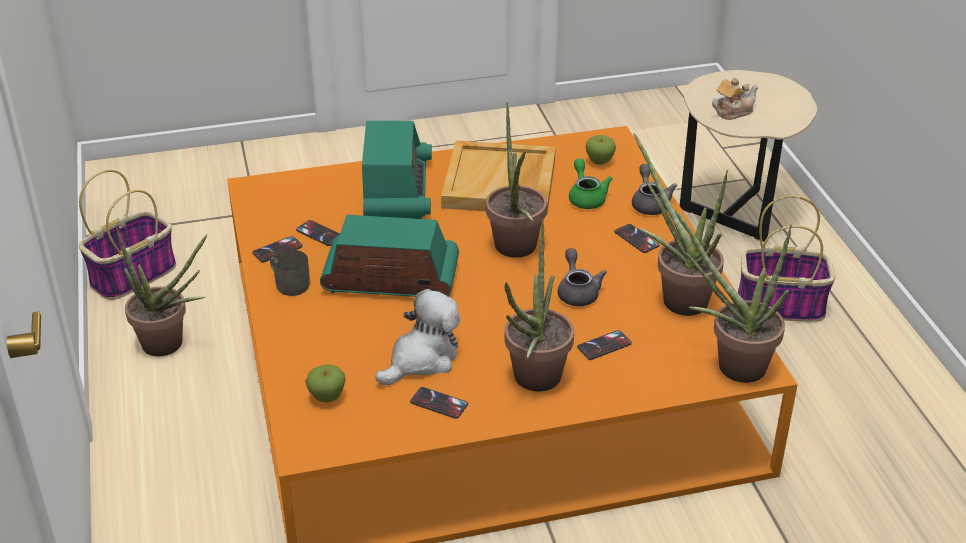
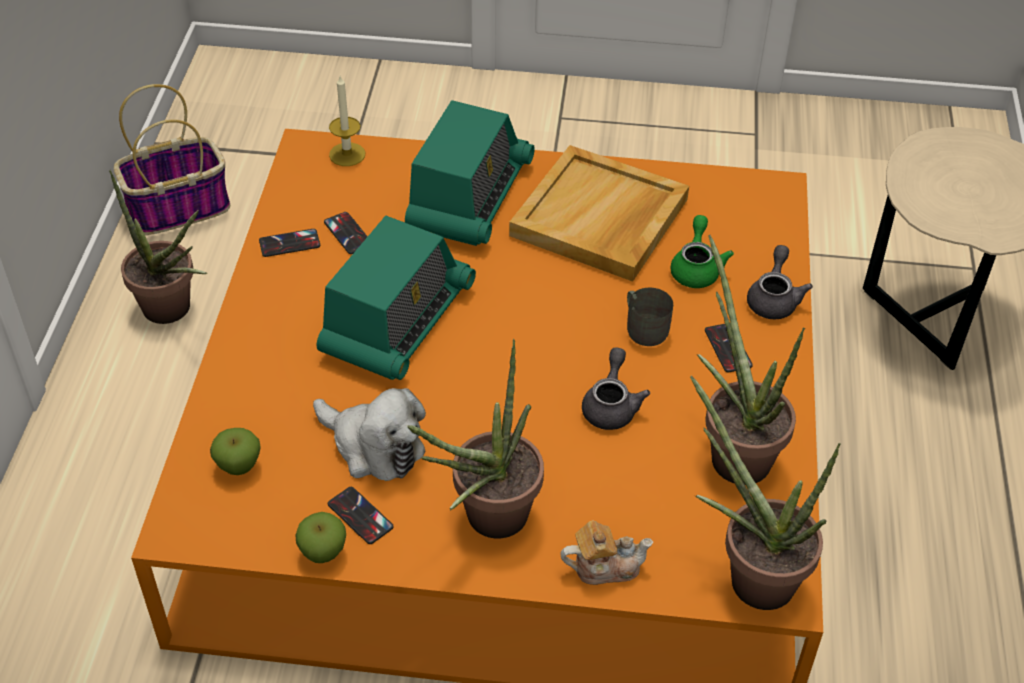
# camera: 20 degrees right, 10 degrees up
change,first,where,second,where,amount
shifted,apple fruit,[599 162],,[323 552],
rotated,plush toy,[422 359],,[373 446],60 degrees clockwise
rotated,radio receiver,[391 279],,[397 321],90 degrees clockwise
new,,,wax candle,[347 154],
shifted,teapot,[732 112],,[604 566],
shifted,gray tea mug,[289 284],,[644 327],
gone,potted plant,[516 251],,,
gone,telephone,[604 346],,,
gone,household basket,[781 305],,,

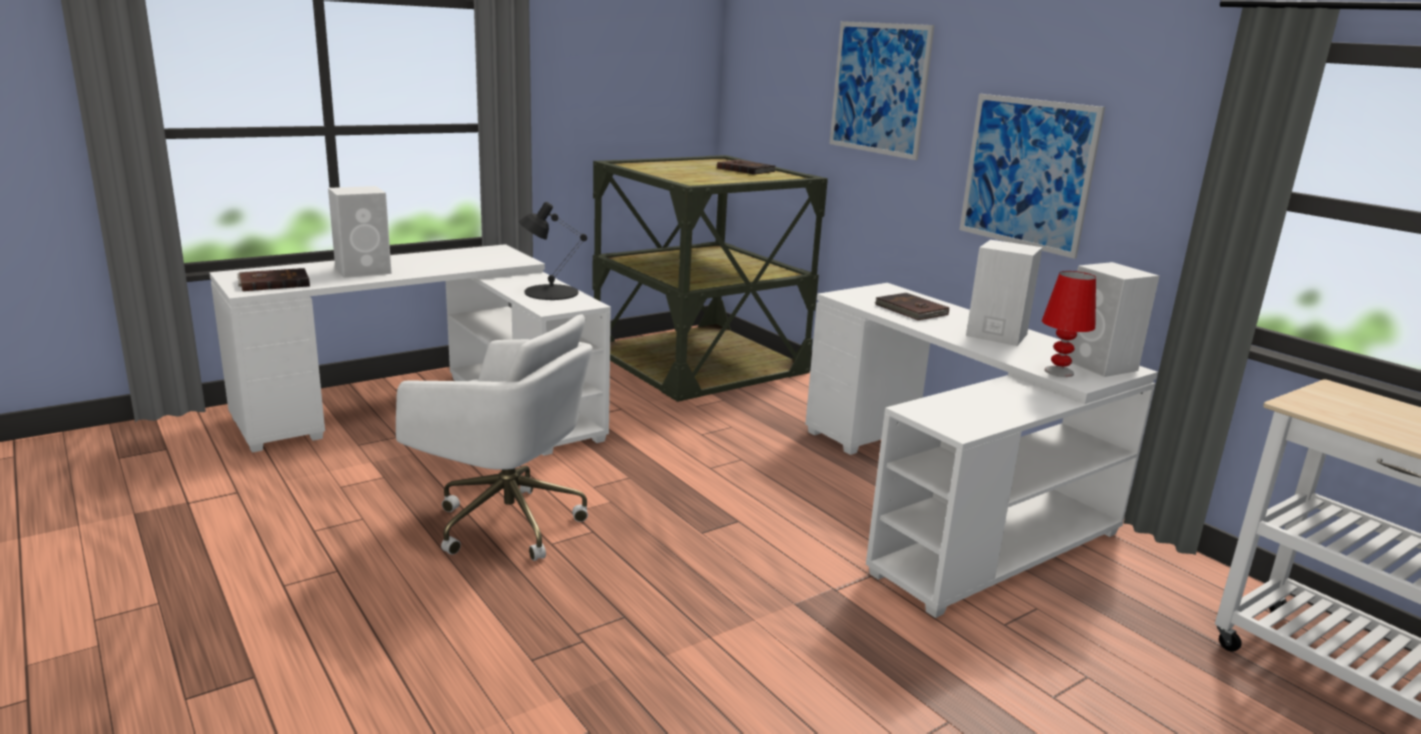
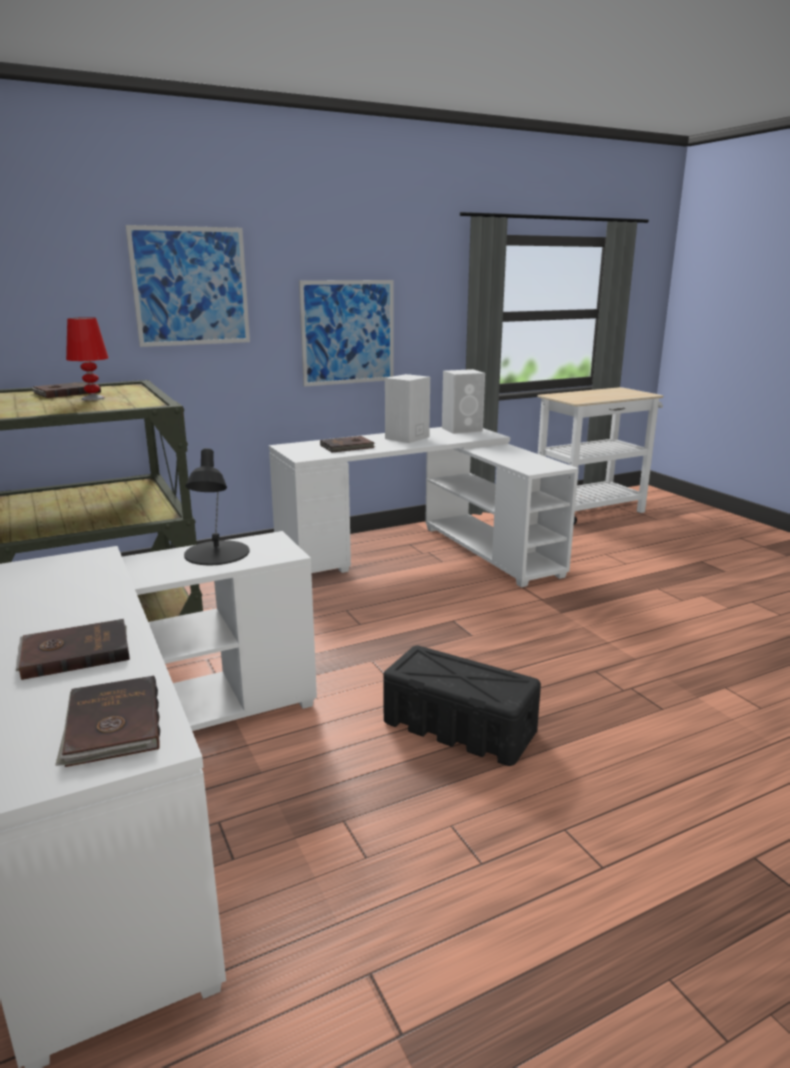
# camera: 80 degrees left, 0 degrees up
change,first,where,second,where,amount
swapped,whitish loudspeaker,[364 270],brown volume,[75 652],
shifted,red tabletop lamp,[1059 372],,[93 398],
swapped,whitish computer chair,[503 523],black-coloured storage box,[460 727],

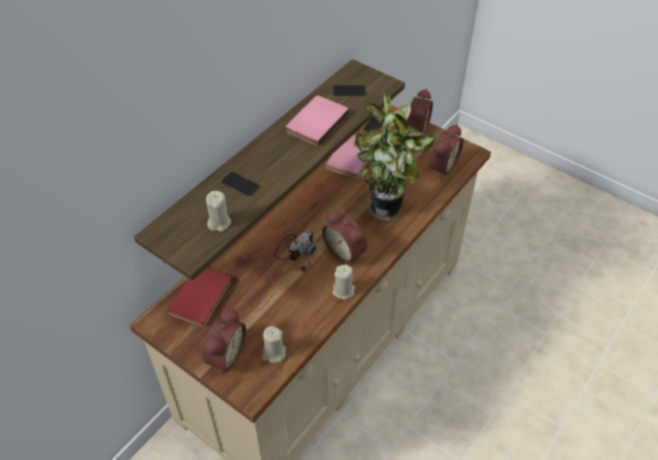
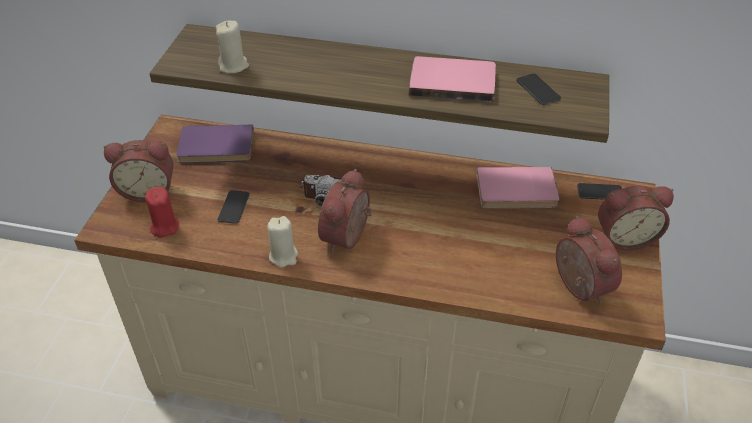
# camera: 65 degrees right, 5 degrees down
change,first,where,second,where,amount
repainted,sand-coloured wax candle,[274 353],red wax candle,[164 227],
repainted,red volume,[202 298],purple volume,[216 148],
shifted,telephone,[240 184],,[234 207],
rotated,bedside clock,[441 166],,[577 287],120 degrees counterclockwise
gone,potted plant,[389 211],,,

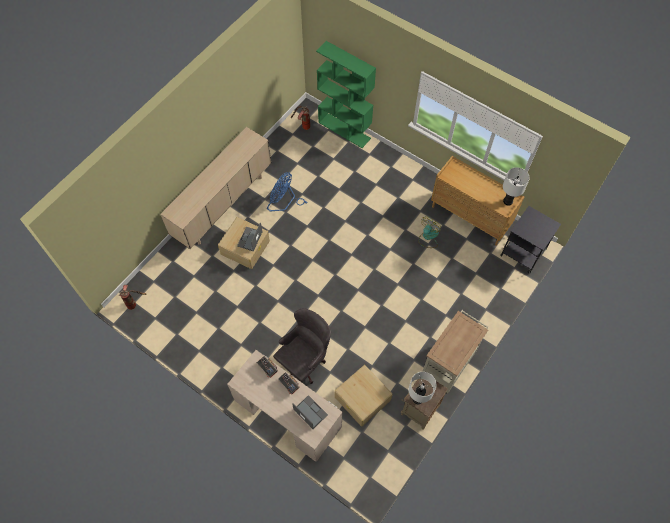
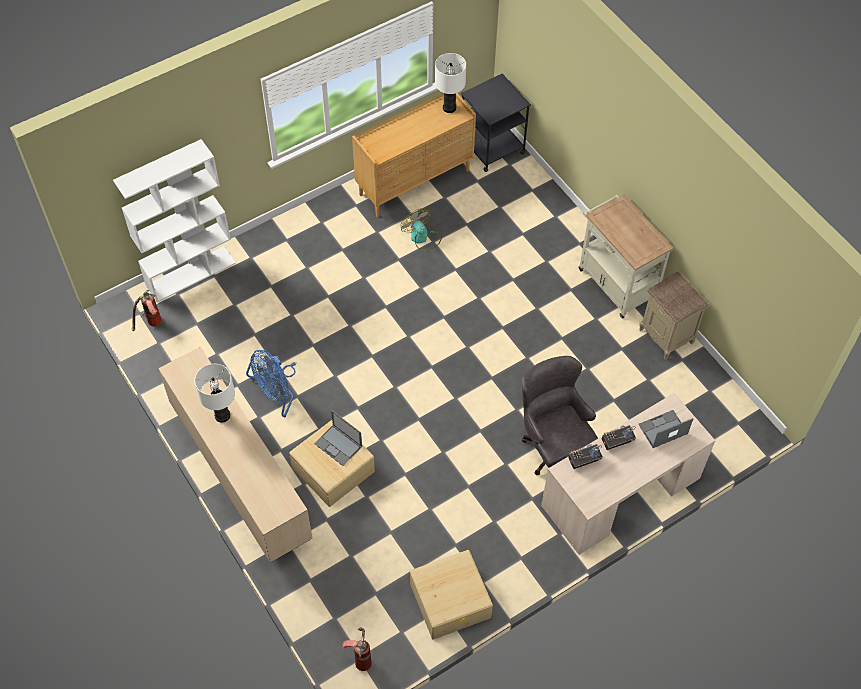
# camera: 70 degrees left, 5 degrees down
change,first,where,second,where,amount
repainted,green-coloured bookcase,[344 130],whitish bookcase,[191 273],
shifted,whitish tabletop lamp,[418 399],,[222 415],
shifted,sand-coloured storage box,[362 399],,[451 600],

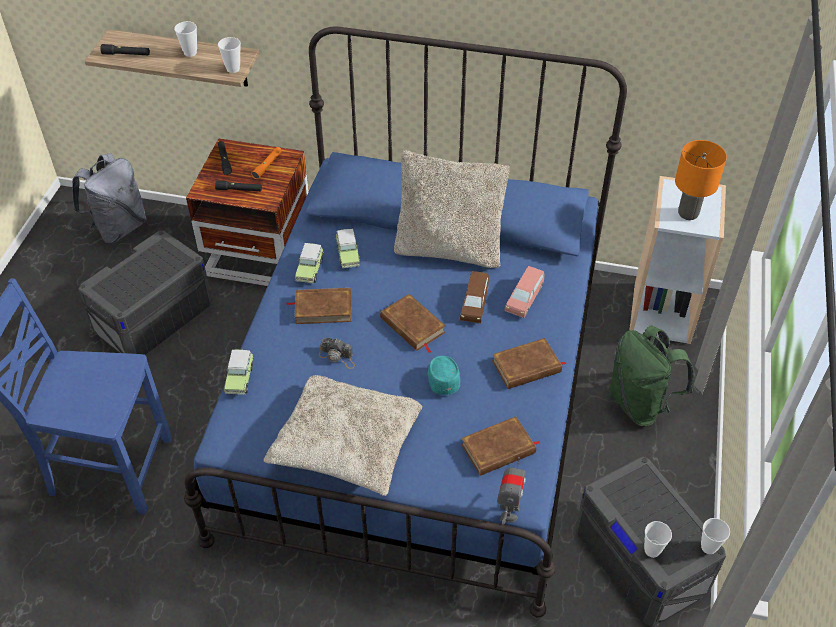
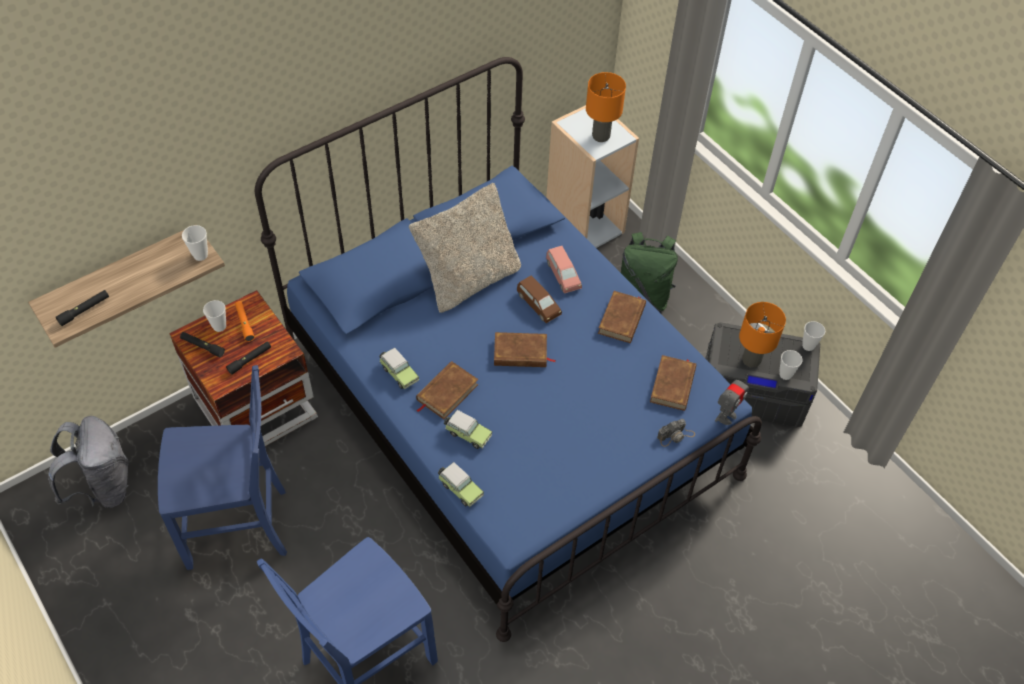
# camera: 50 degrees left, 5 degrees up
change,first,where,second,where,amount
swapped,gray storage box,[154 316],blue upright chair,[240 527],
shifted,small cup,[190 53],,[219 326],
shifted,toy car,[348 255],,[467 434],
shifted,photo camera,[338 357],,[675 436],
rotated,robot figure,[508 511],,[726 416],75 degrees clockwise
new,,,orange-coloured tabletop lamp,[751 360],
gone,sand-coloured throw pillow,[347 444],,,
gone,turquoise peaked cap,[442 378],,,

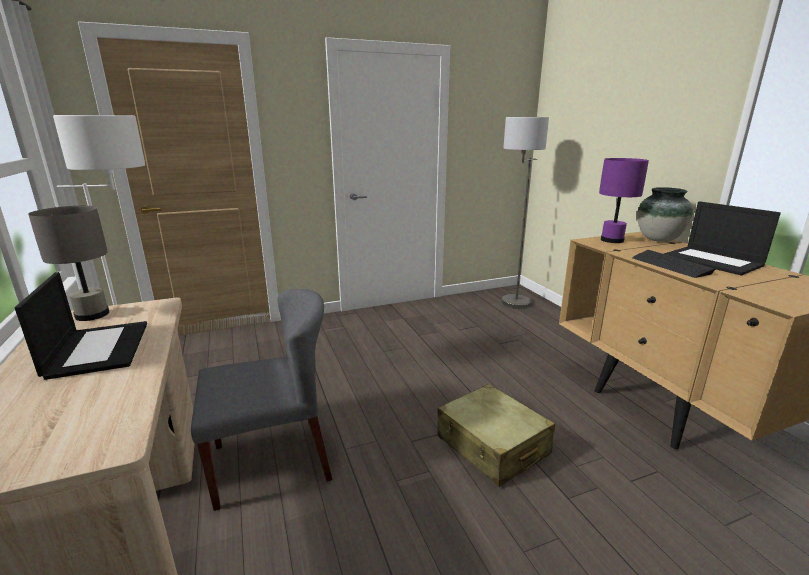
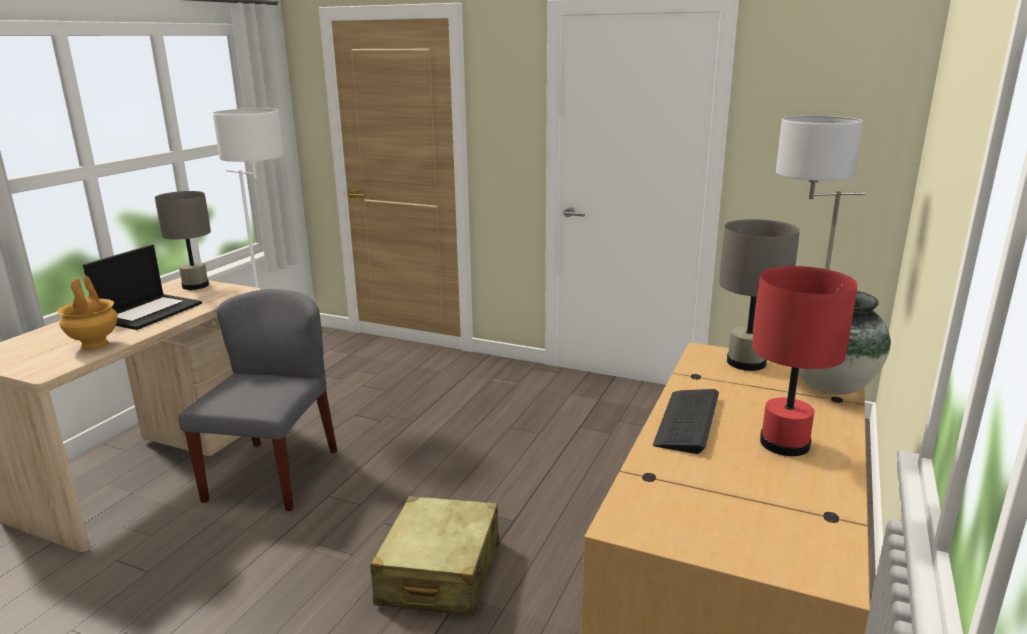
# camera: 45 degrees right, 0 degrees up
change,first,where,second,where,amount
new,,,brown flower vase,[94 345],
rotated,gray upright chair,[272 461],,[272 474],105 degrees counterclockwise
repainted,purple tabletop lamp,[612 240],gray tabletop lamp,[747 362],
swapped,portable computer,[713 261],red tabletop lamp,[785 444],

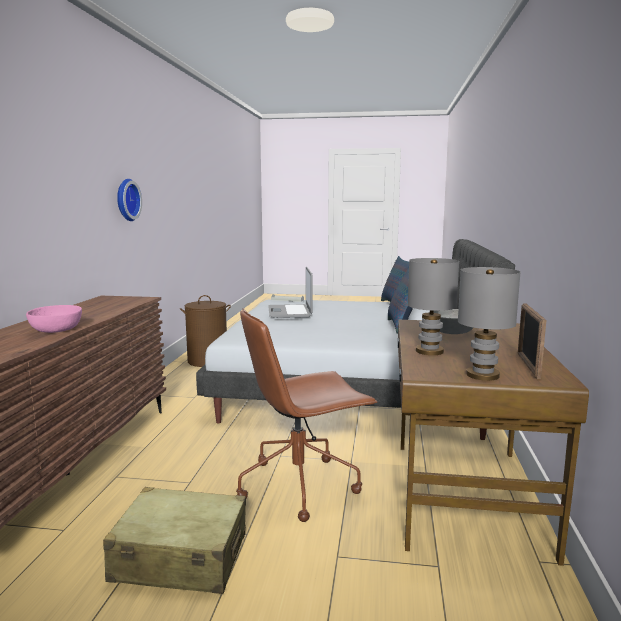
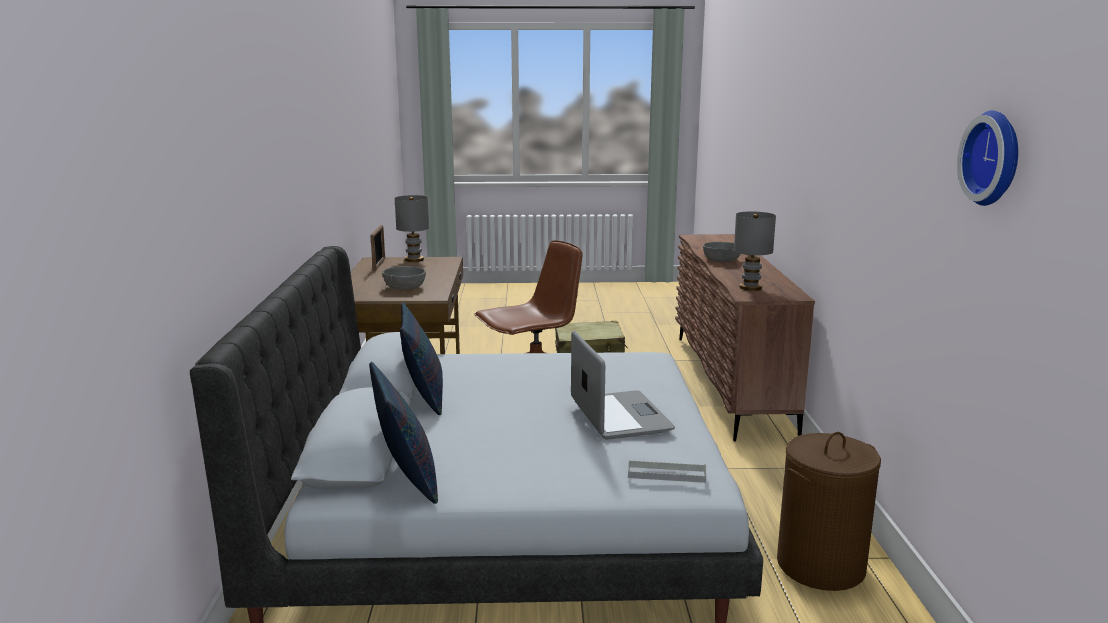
# camera: 170 degrees right, 5 degrees up
change,first,where,second,where,amount
repainted,pink-coloured bowl,[56 329],gray bowl,[721 260],
shifted,gray tabletop lamp,[430 351],,[750 288],
shifted,clock on the wall,[126 200],,[995 158],

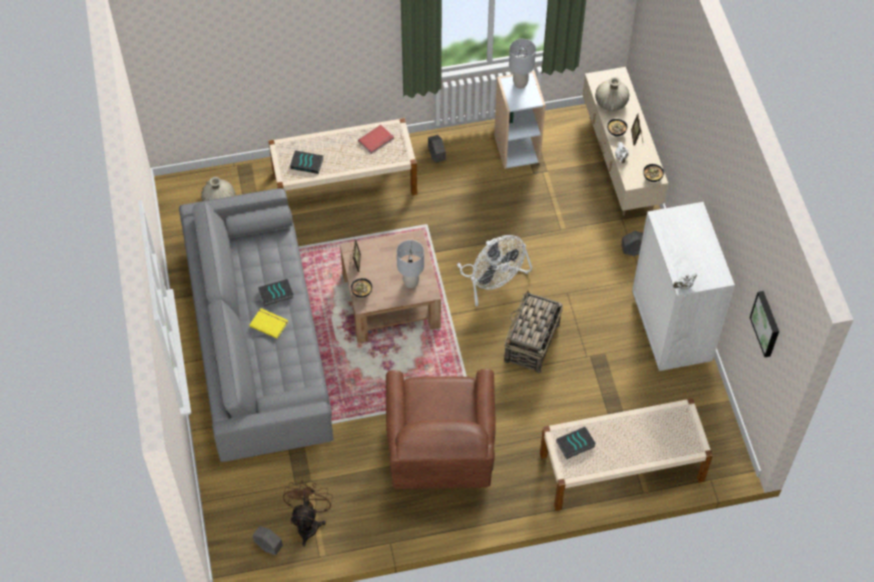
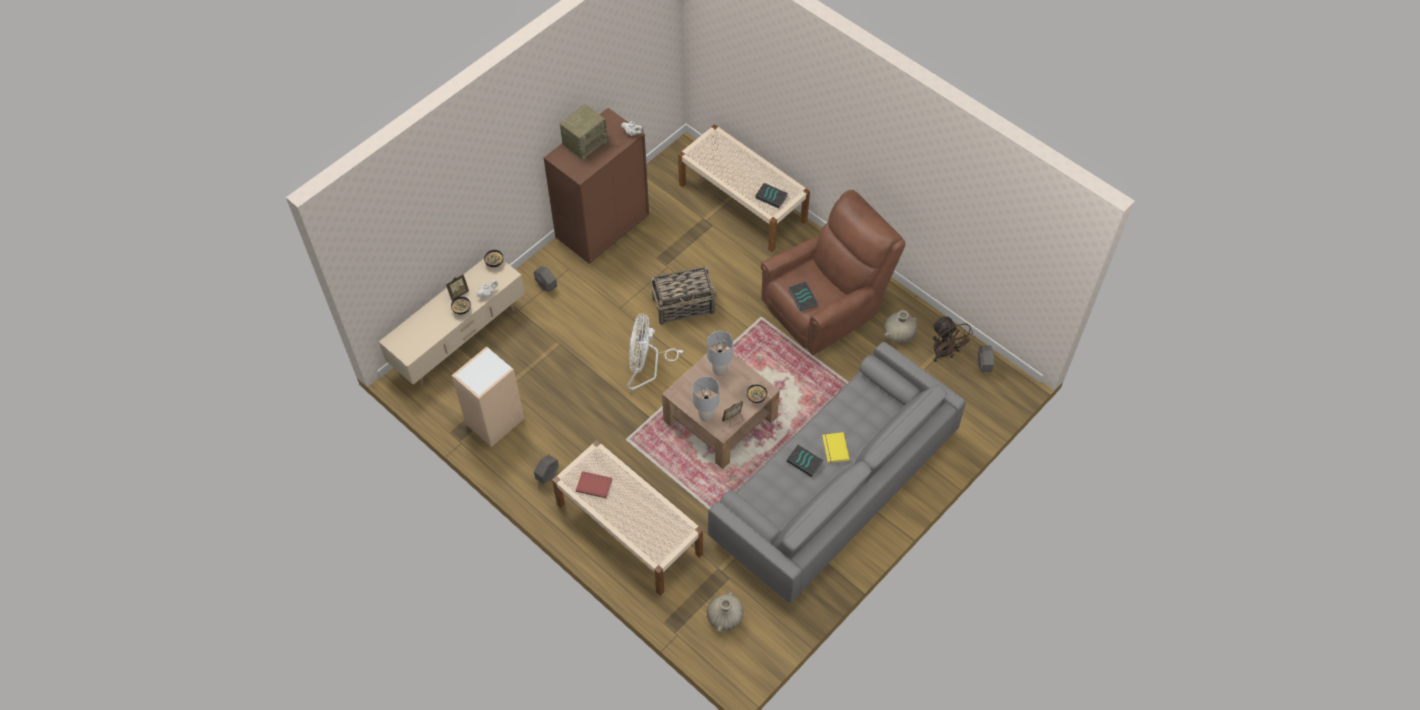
# camera: 125 degrees left, 0 degrees up
change,first,where,second,where,amount
repainted,whitish cupboard,[671 329],brown cupboard,[602 229],
new,,,radio receiver,[585 143],
rotated,whitish fan,[491 281],,[647 362],105 degrees counterclockwise
shifted,gray tabletop lamp,[520 83],,[705 416],
shifted,volume,[307 163],,[801 298],
shifted,sand-coloured flower vase,[611 103],,[899 333],
rotated,brown fan,[308 523],,[945 354],90 degrees counterclockwise
gone,picture,[767 323],,,

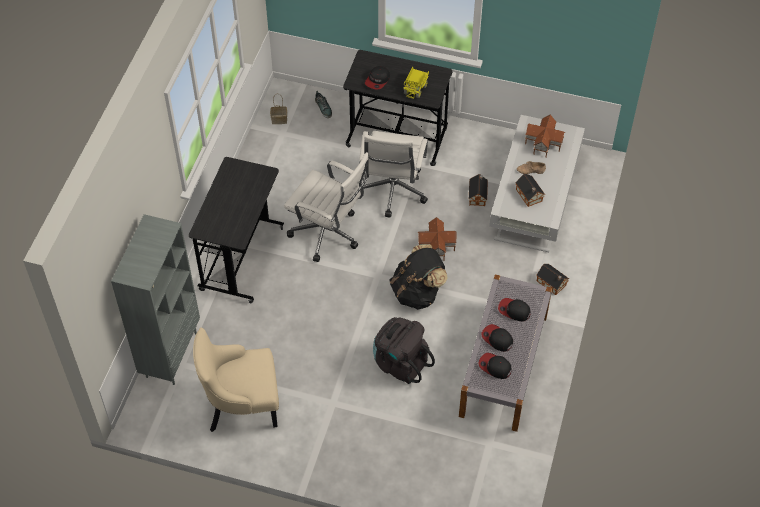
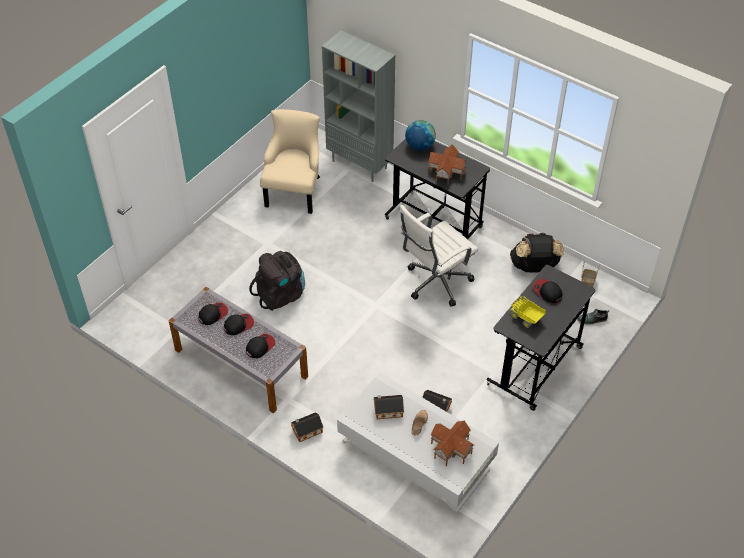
# camera: 110 degrees right, 5 degrees down
change,first,where,second,where,amount
new,,,desk globe,[419 146],
shifted,model house,[437 246],,[445 172],
shifted,black-coloured backpack,[417 292],,[534 267],
gone,whitish computer chair,[392 193],,,

